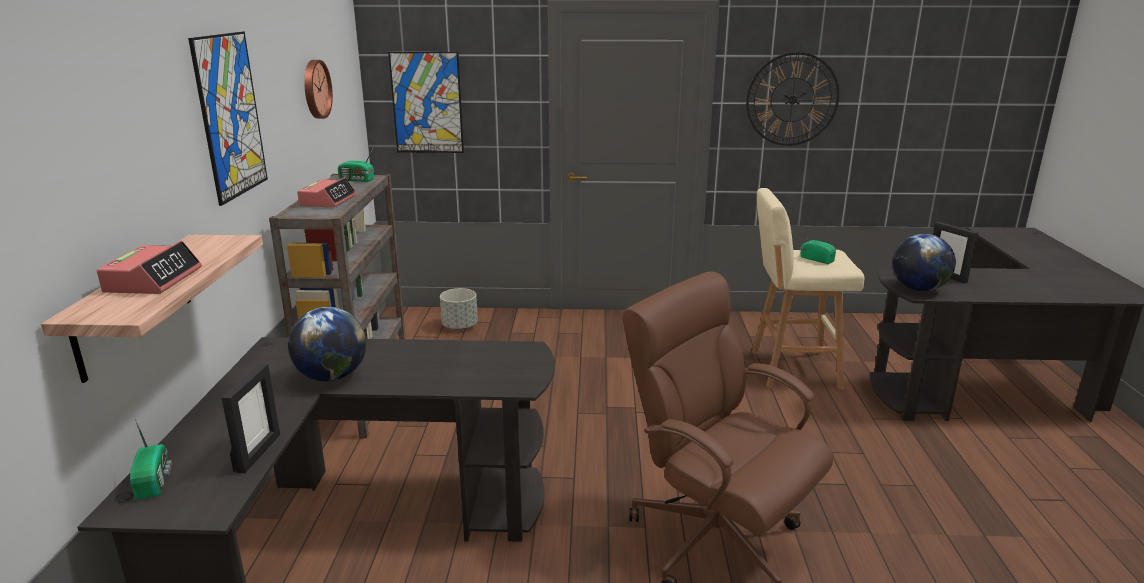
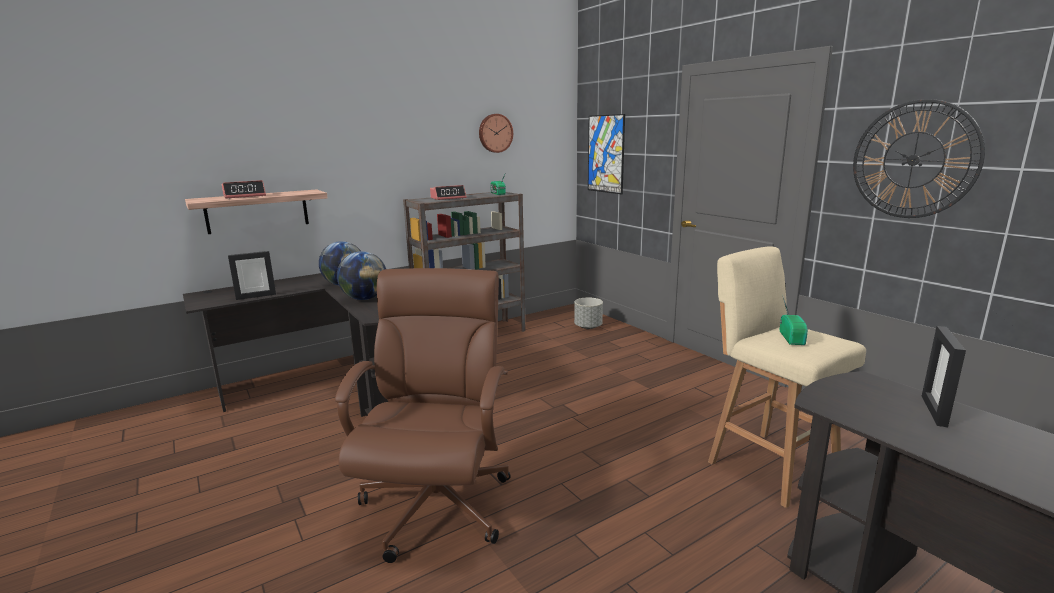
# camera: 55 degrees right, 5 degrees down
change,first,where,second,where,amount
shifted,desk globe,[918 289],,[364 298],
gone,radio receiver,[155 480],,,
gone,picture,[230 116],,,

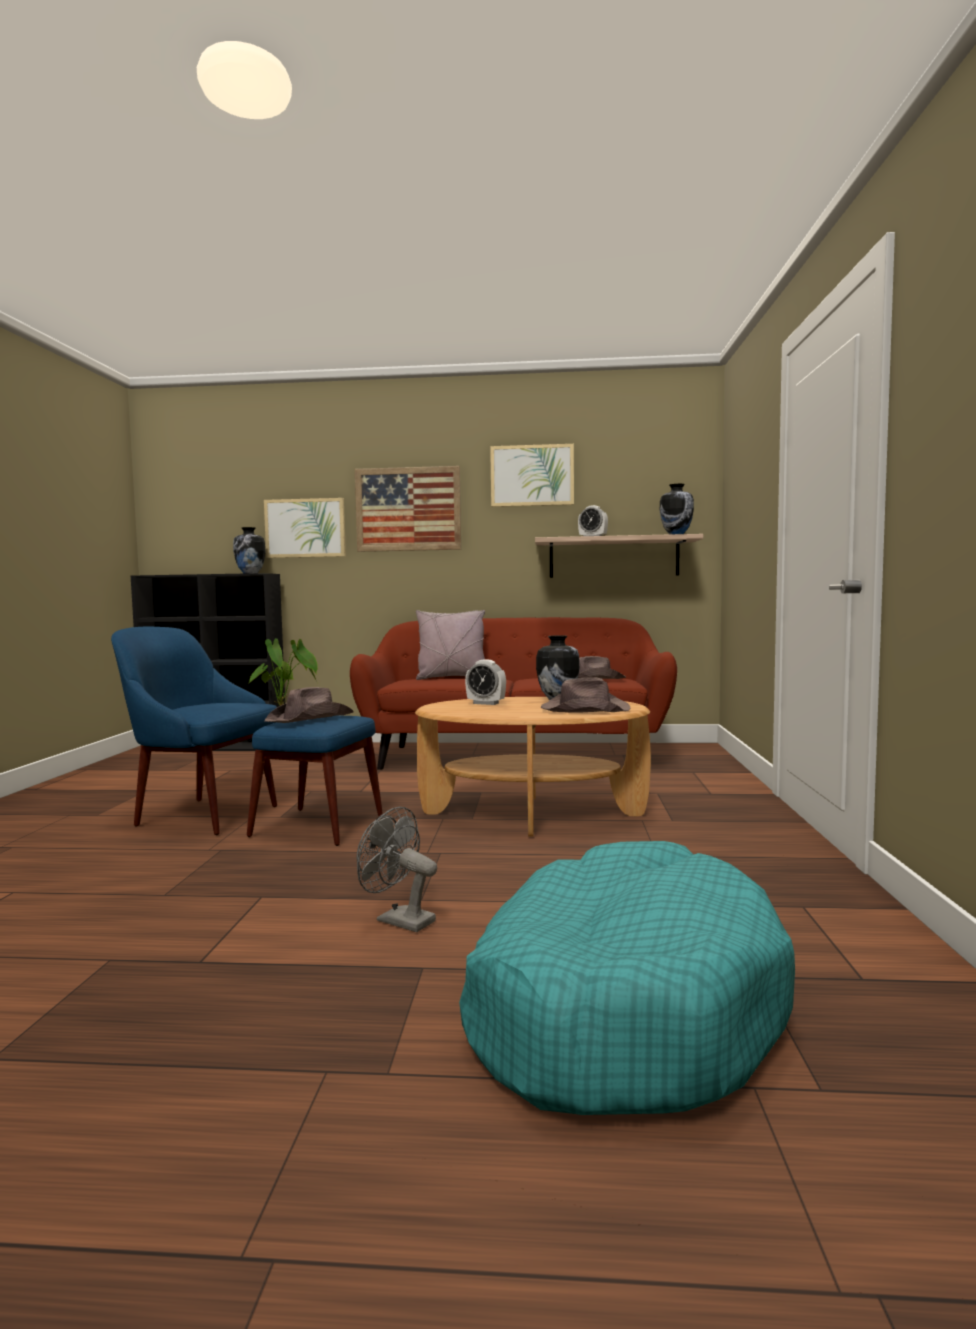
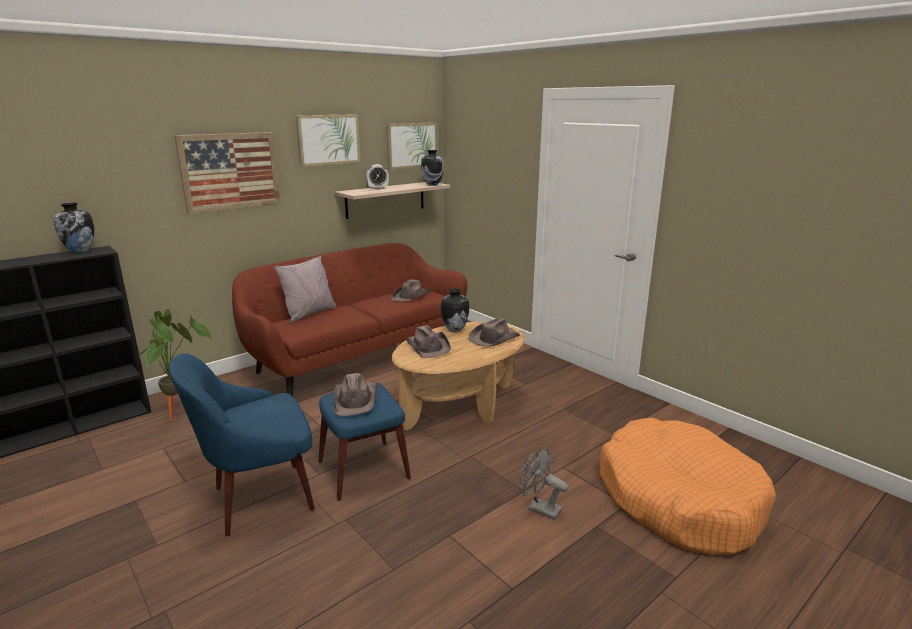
# camera: 45 degrees left, 15 degrees up
change,first,where,second,where,amount
shifted,picture,[305 528],,[411 145],
swapped,bedside clock,[486 703],brown hat,[428 346],
rotated,gray fan,[398 920],,[539 508],45 degrees clockwise
repainted,turquoise dog cushion,[621 1006],orange-coloured dog cushion,[678 499],

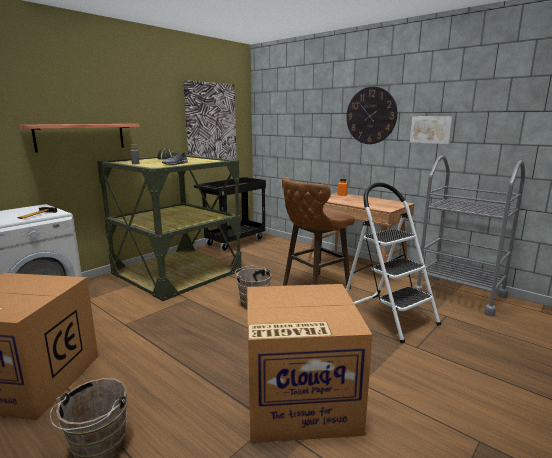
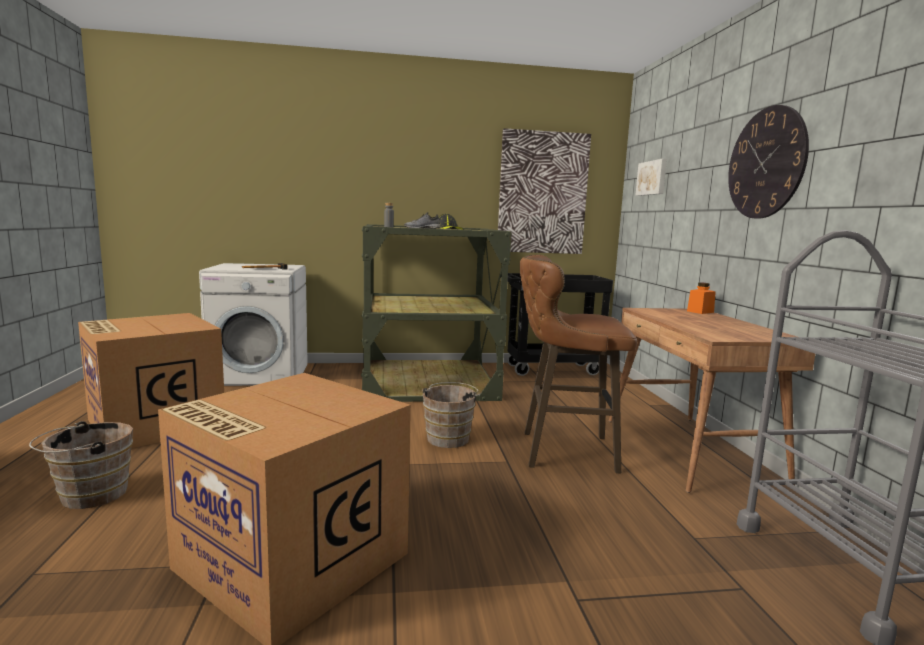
# camera: 40 degrees right, 5 degrees down
change,first,where,second,where,amount
shifted,picture,[431 129],,[652 178],
gone,wall shelf,[81 137],,,
gone,stepladder,[386 315],,,

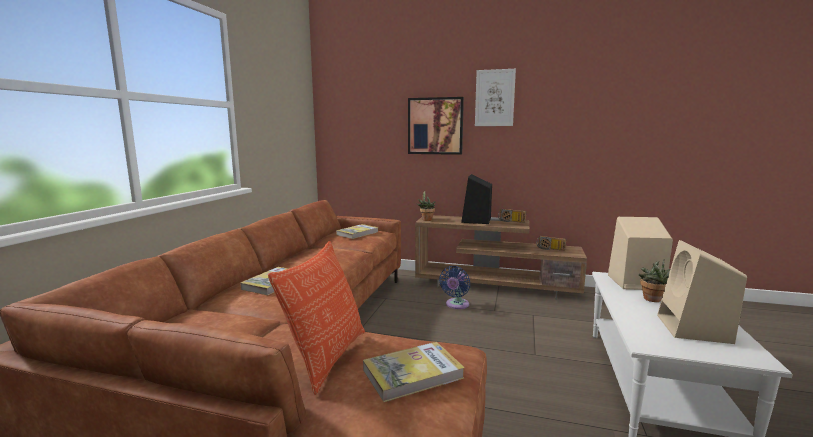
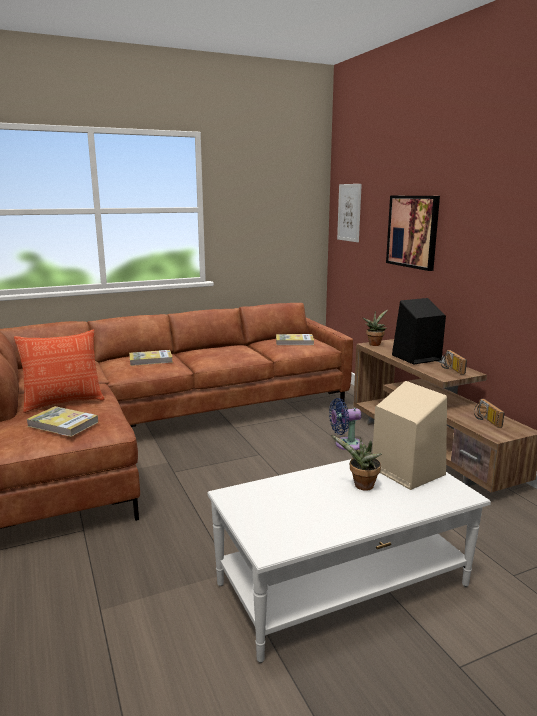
# camera: 50 degrees right, 5 degrees up
change,first,where,second,where,amount
shifted,picture,[494 98],,[349 212],
gone,sand-coloured loudspeaker,[694 329],,,

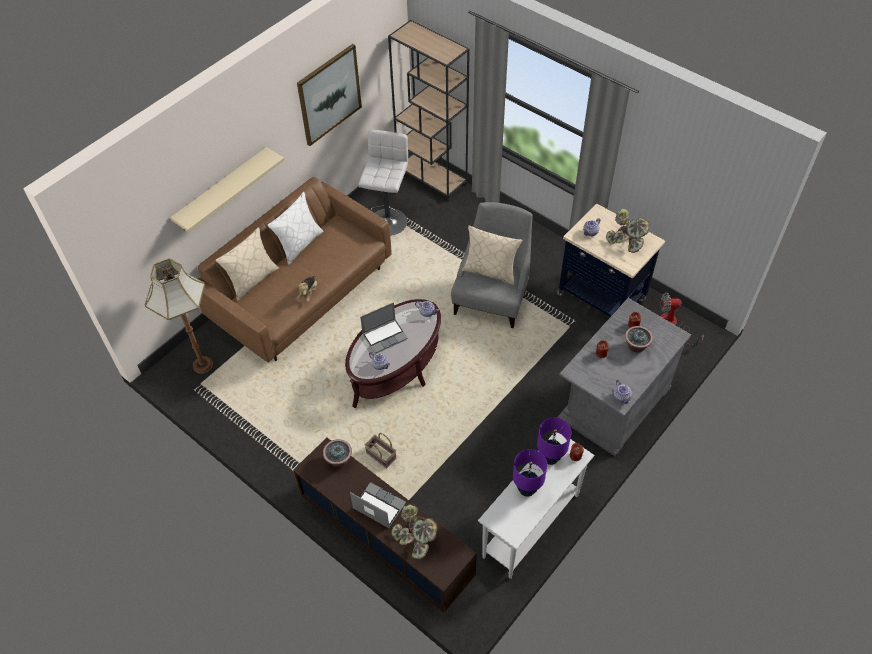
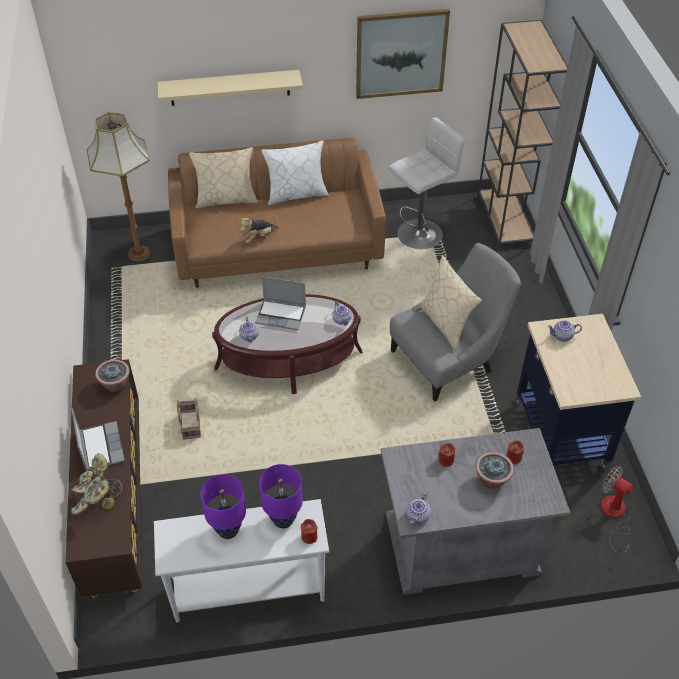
# camera: 40 degrees right, 5 degrees down
change,first,where,second,where,amount
gone,potted plant,[626 242],,,

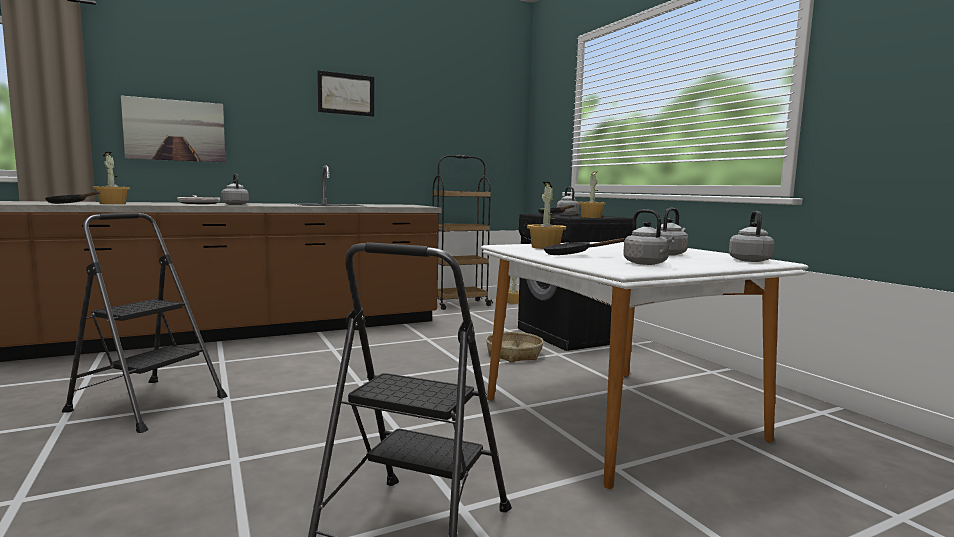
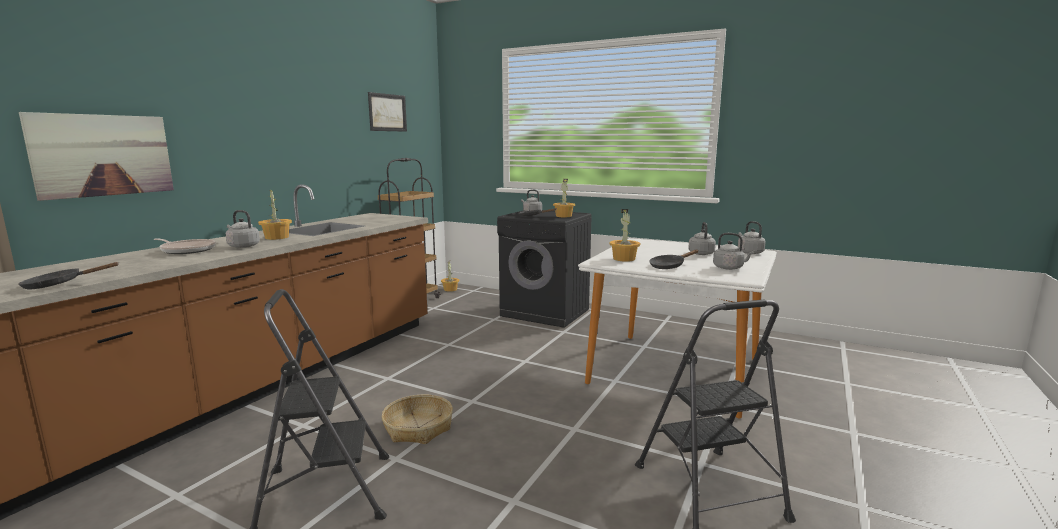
# camera: 35 degrees left, 5 degrees up
change,first,where,second,where,amount
shifted,potted plant,[113 203],,[277 237],
shifted,picture,[346 94],,[387 112],
shifted,household basket,[514 354],,[418 428],

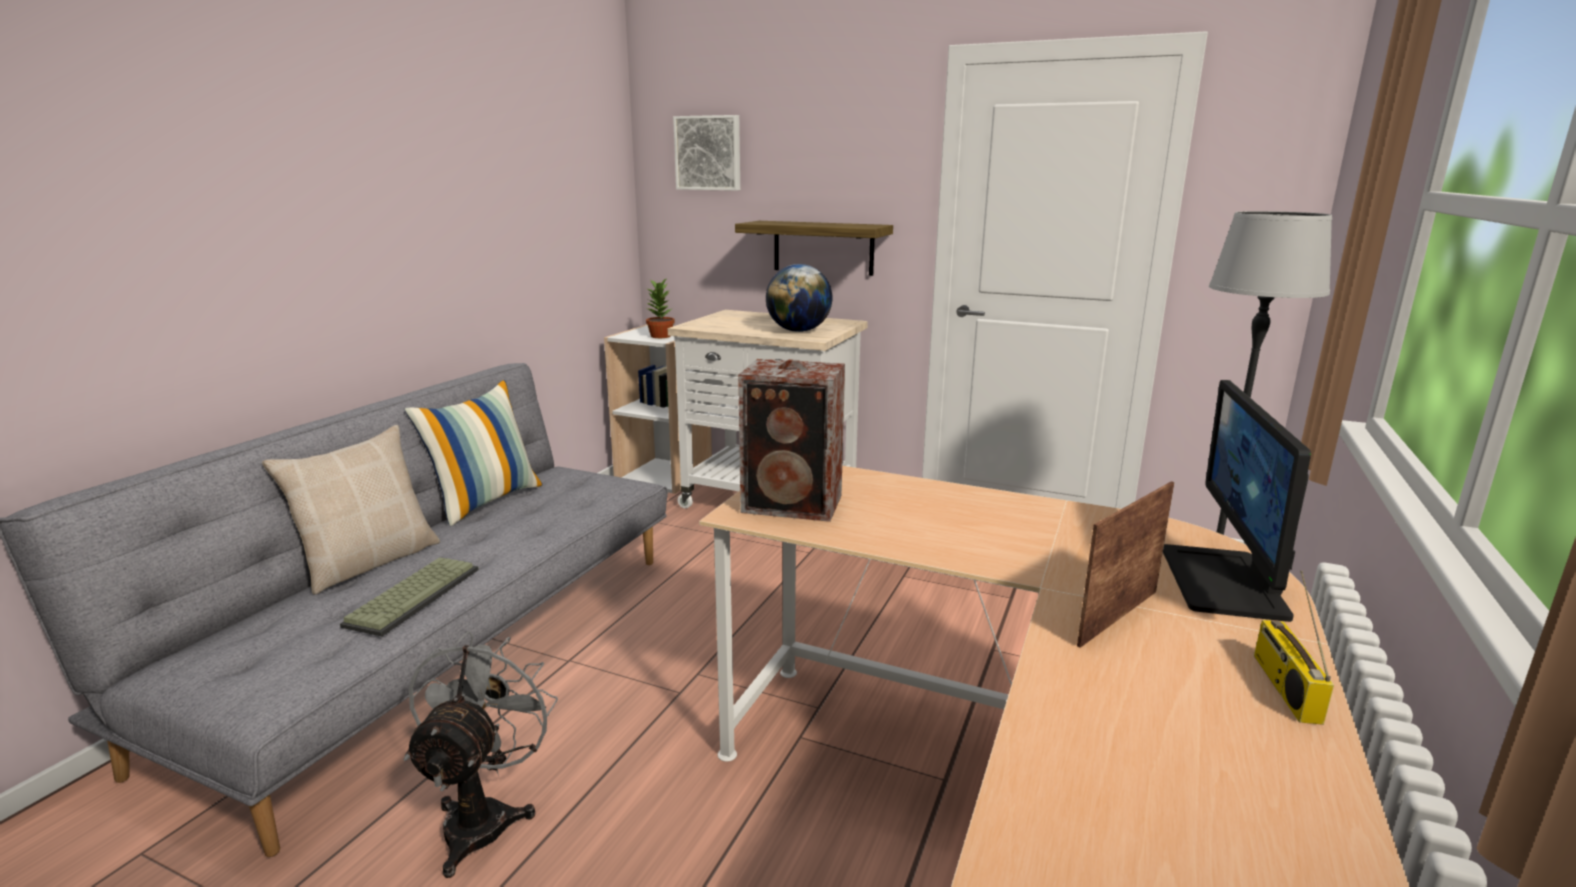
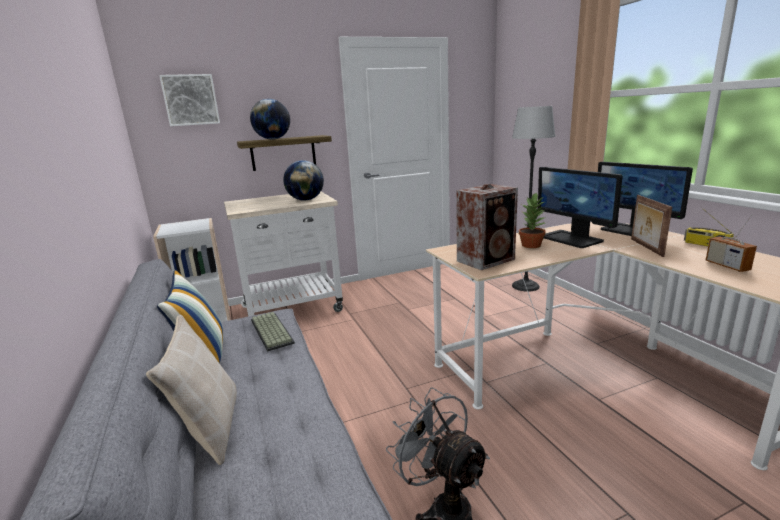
# camera: 45 degrees left, 0 degrees up
change,first,where,second,where,amount
new,,,desk globe,[273 139],
shifted,computer keyboard,[413 595],,[270 331],
shifted,potted plant,[661 336],,[531 245],
new,,,monitor,[571 239],
new,,,radio receiver,[727 266],

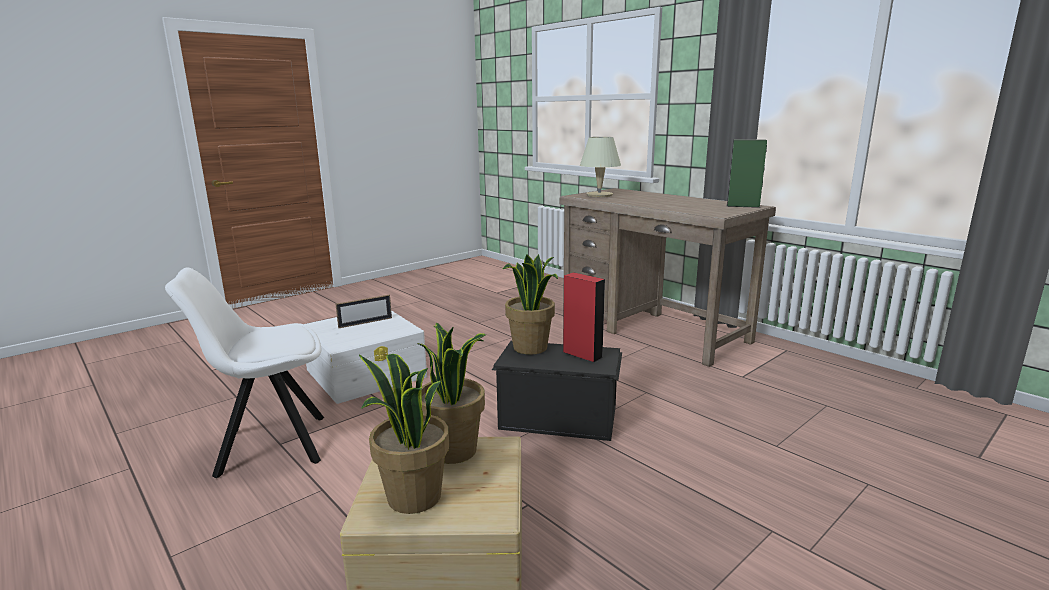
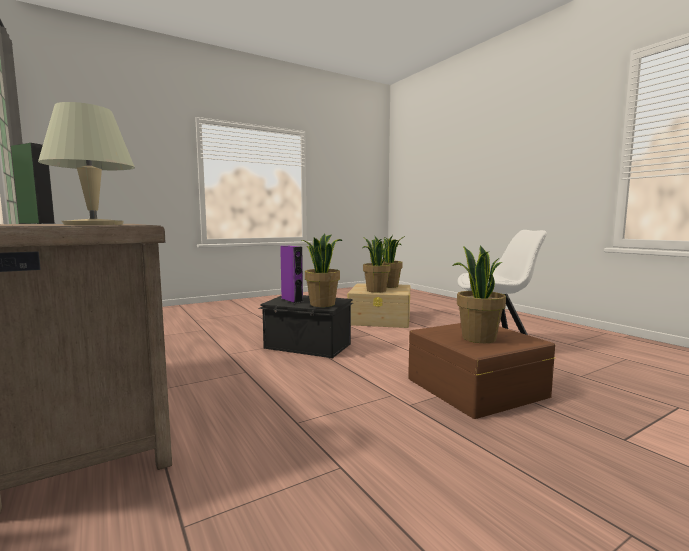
# camera: 170 degrees left, 10 degrees down
change,first,where,second,where,amount
repainted,red loudspeaker,[582 355],purple loudspeaker,[292 300],
repainted,whitish storage box,[367 373],brown storage box,[474 387],
swapped,standing frame,[365 322],potted plant,[478 338],

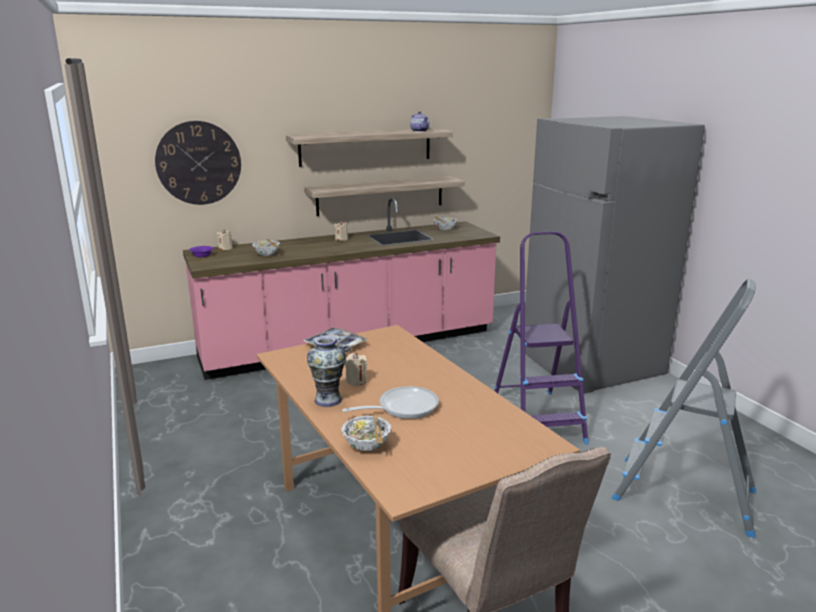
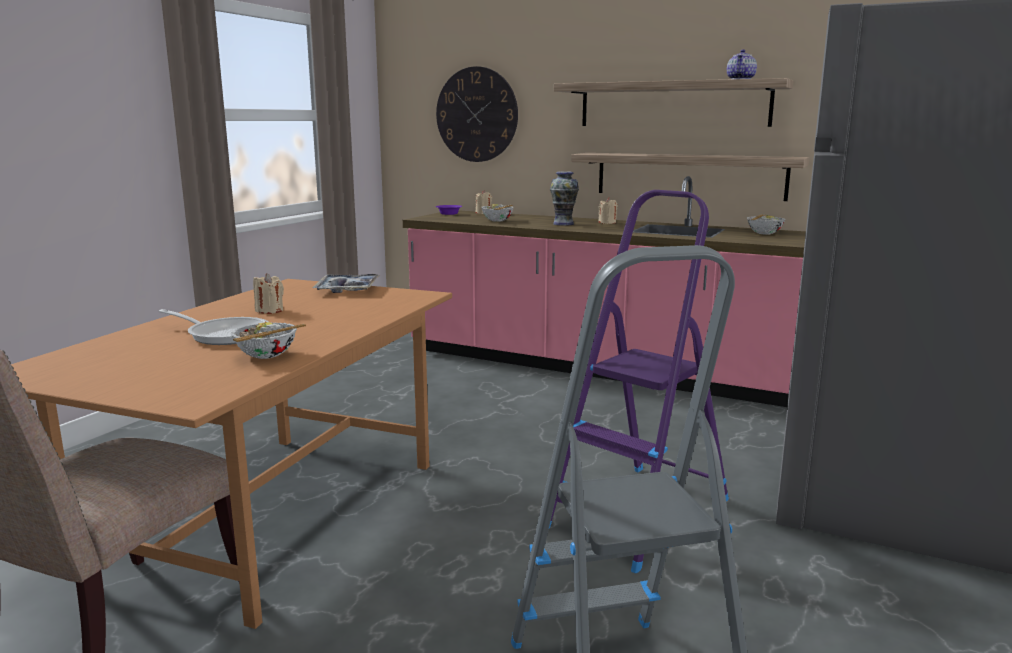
# camera: 50 degrees right, 5 degrees down
change,first,where,second,where,amount
shifted,bowl,[367 445],,[267 355],
shifted,flower vase,[328 400],,[563 224],

